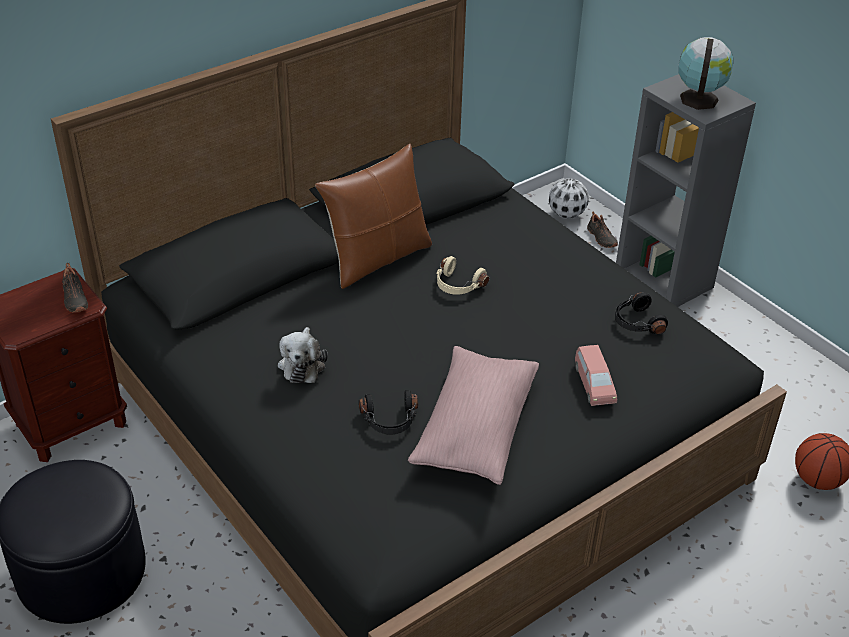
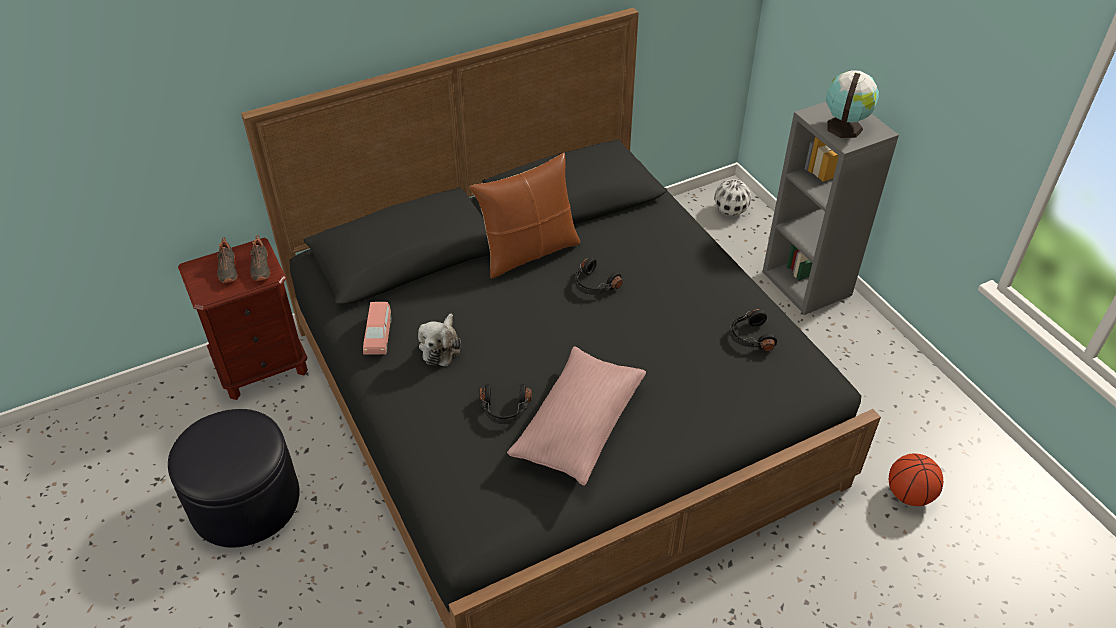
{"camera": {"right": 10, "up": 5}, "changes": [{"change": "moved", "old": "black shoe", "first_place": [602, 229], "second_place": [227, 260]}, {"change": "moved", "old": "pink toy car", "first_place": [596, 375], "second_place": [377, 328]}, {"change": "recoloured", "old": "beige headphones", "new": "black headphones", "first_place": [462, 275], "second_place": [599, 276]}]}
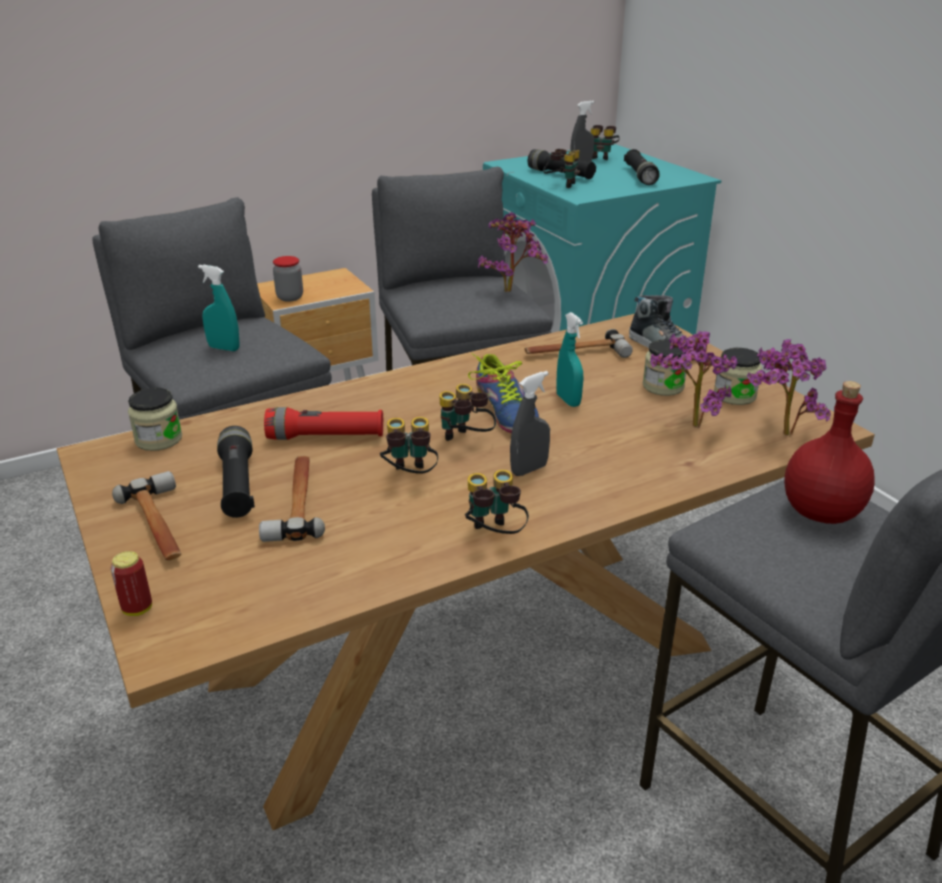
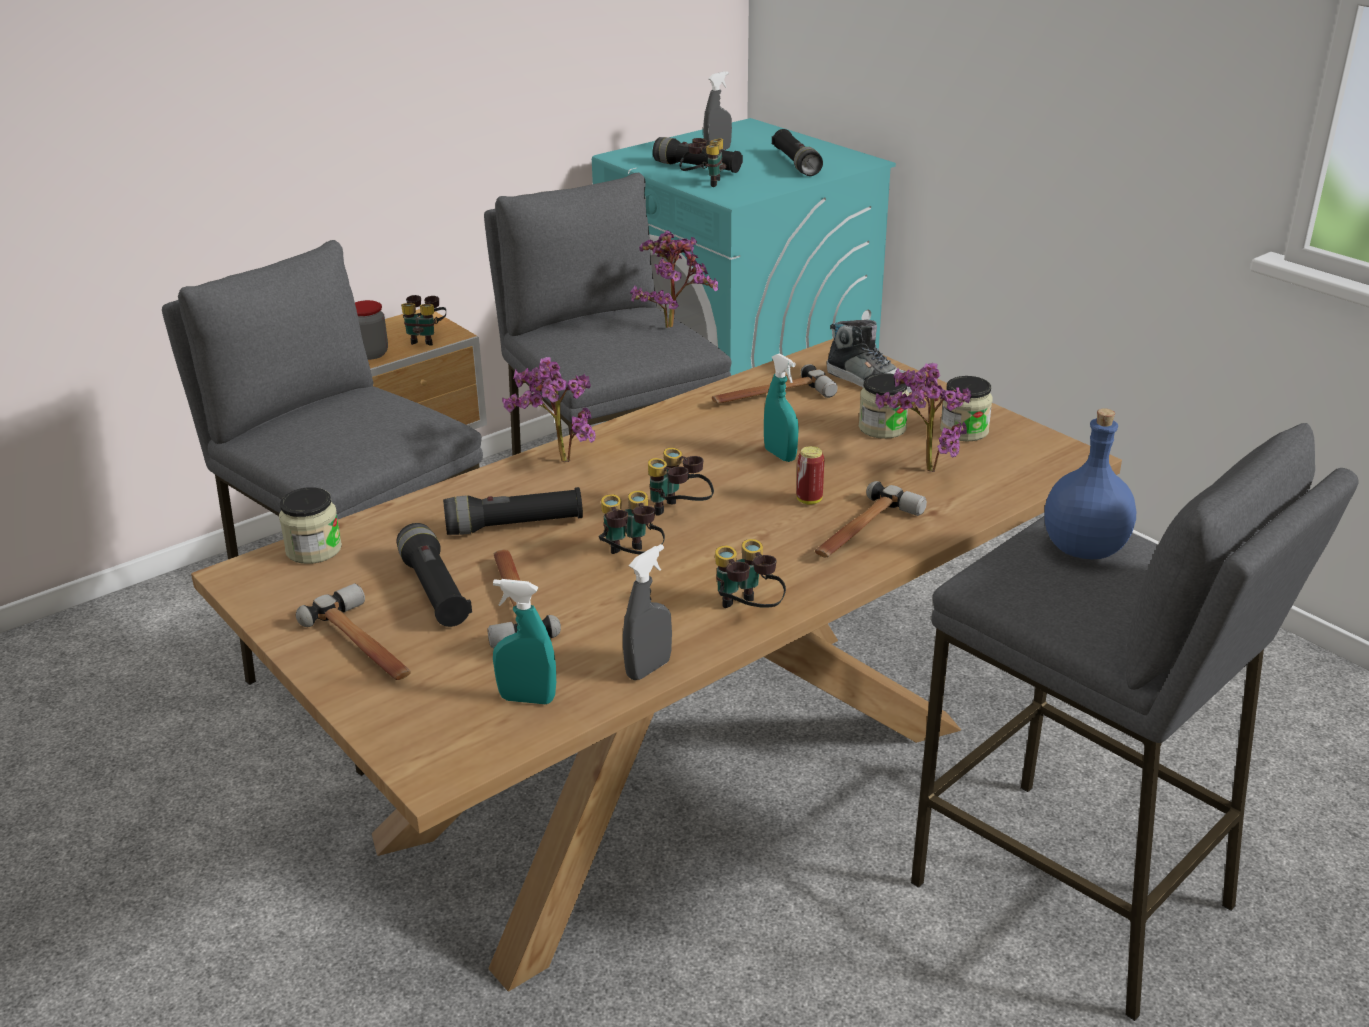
{"camera": {"right": -10, "up": 0}, "changes": [{"change": "moved", "old": "binoculars", "first_place": [605, 142], "second_place": [423, 320]}, {"change": "recoloured", "old": "red flashlight", "new": "black flashlight", "first_place": [323, 423], "second_place": [513, 511]}, {"change": "moved", "old": "turquoise spray bottle", "first_place": [219, 308], "second_place": [524, 641]}, {"change": "moved", "old": "potted plant", "first_place": [789, 387], "second_place": [549, 409]}, {"change": "moved", "old": "grey spray bottle", "first_place": [530, 423], "second_place": [647, 612]}, {"change": "moved", "old": "can", "first_place": [131, 583], "second_place": [811, 475]}, {"change": "added", "new": "hammer", "second_place": [871, 519]}, {"change": "recoloured", "old": "red bottle", "new": "blue bottle", "first_place": [829, 452], "second_place": [1090, 483]}, {"change": "removed", "old": "shoe", "first_place": [503, 393]}]}
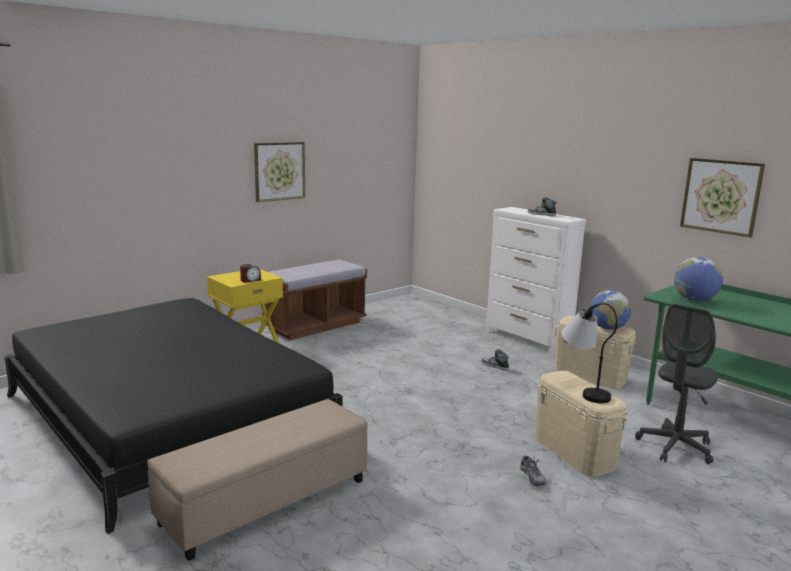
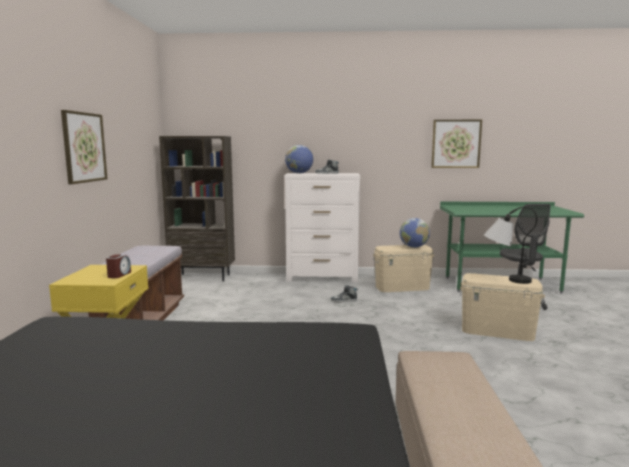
{"camera": {"right": -45, "up": -5}, "changes": [{"change": "added", "new": "brown bookcase", "second_place": [197, 209]}, {"change": "moved", "old": "globe", "first_place": [698, 279], "second_place": [299, 159]}, {"change": "removed", "old": "shoe", "first_place": [533, 470]}]}
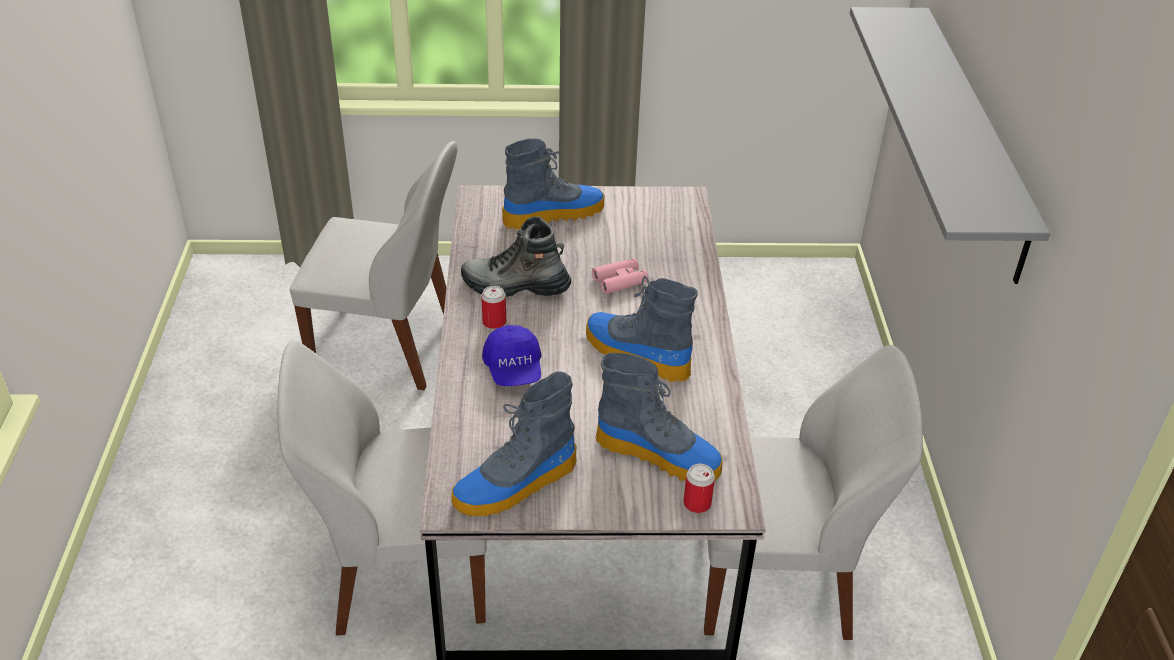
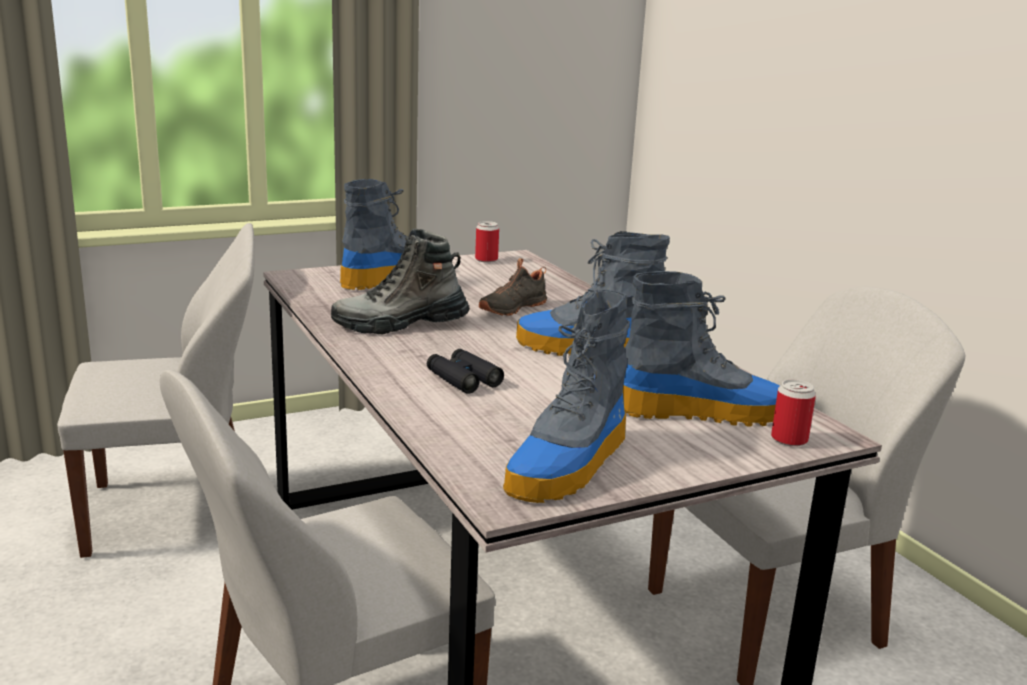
{"camera": {"right": -25, "up": -20}, "changes": [{"change": "replaced", "old": "blue cap", "new": "black binoculars", "first_place": [512, 355], "second_place": [465, 371]}, {"change": "moved", "old": "can", "first_place": [493, 307], "second_place": [487, 242]}, {"change": "replaced", "old": "pink binoculars", "new": "black shoe", "first_place": [620, 276], "second_place": [513, 287]}, {"change": "removed", "old": "grey shelf", "first_place": [950, 145]}]}
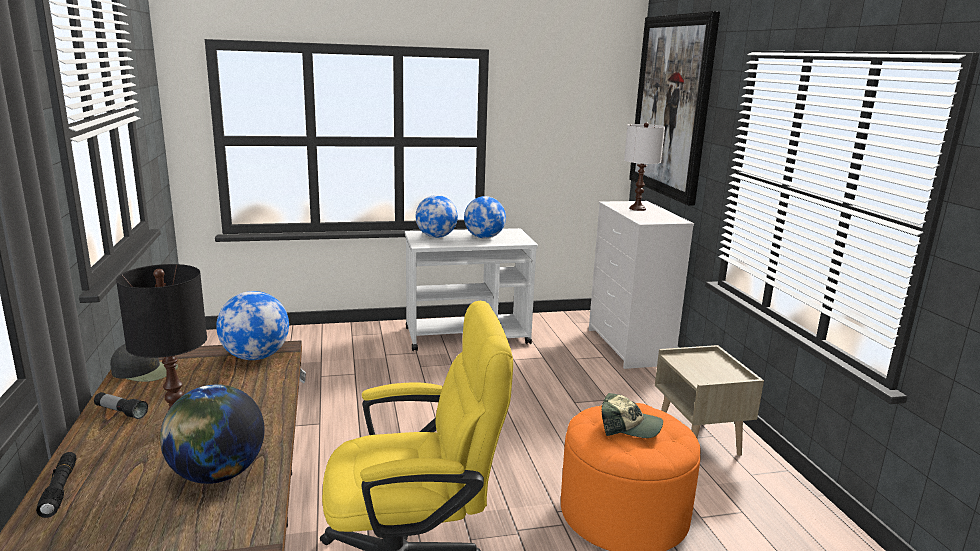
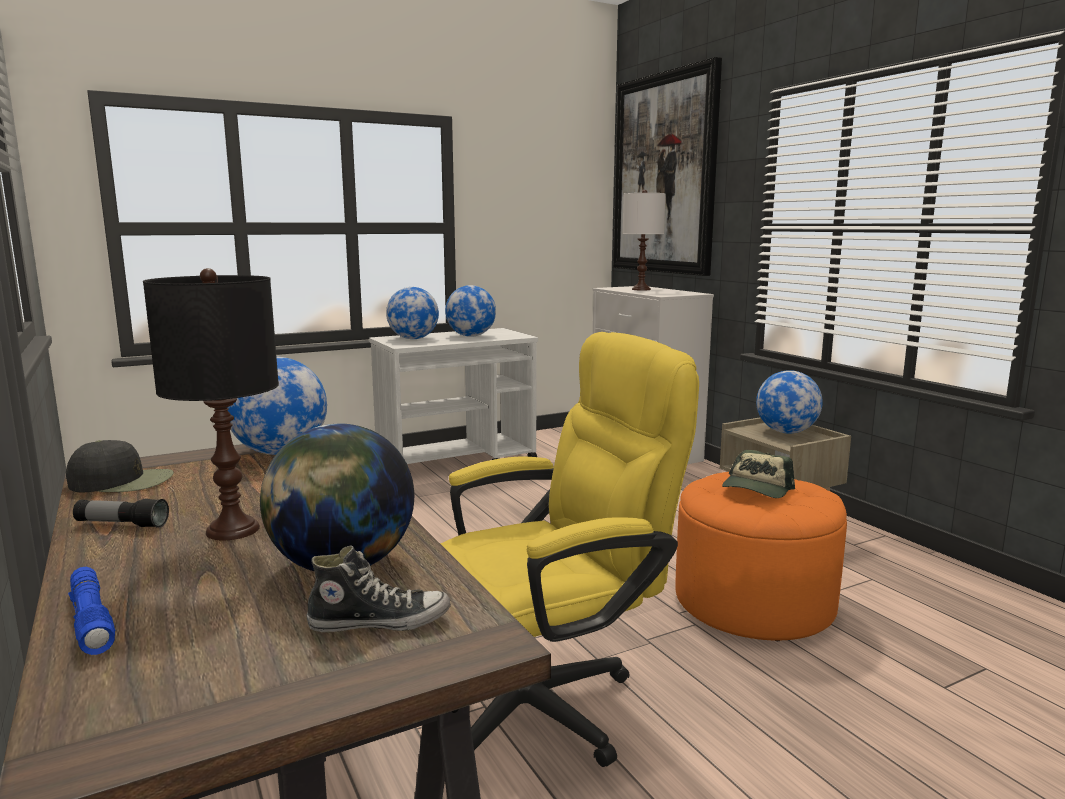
{"camera": {"right": -15, "up": -5}, "changes": [{"change": "recoloured", "old": "black flashlight", "new": "blue flashlight", "first_place": [56, 485], "second_place": [91, 611]}, {"change": "added", "new": "shoe", "second_place": [379, 588]}, {"change": "turned", "old": "cap", "first_place": [632, 415], "second_place": [758, 474], "degrees": 120}, {"change": "added", "new": "globe", "second_place": [789, 401]}]}
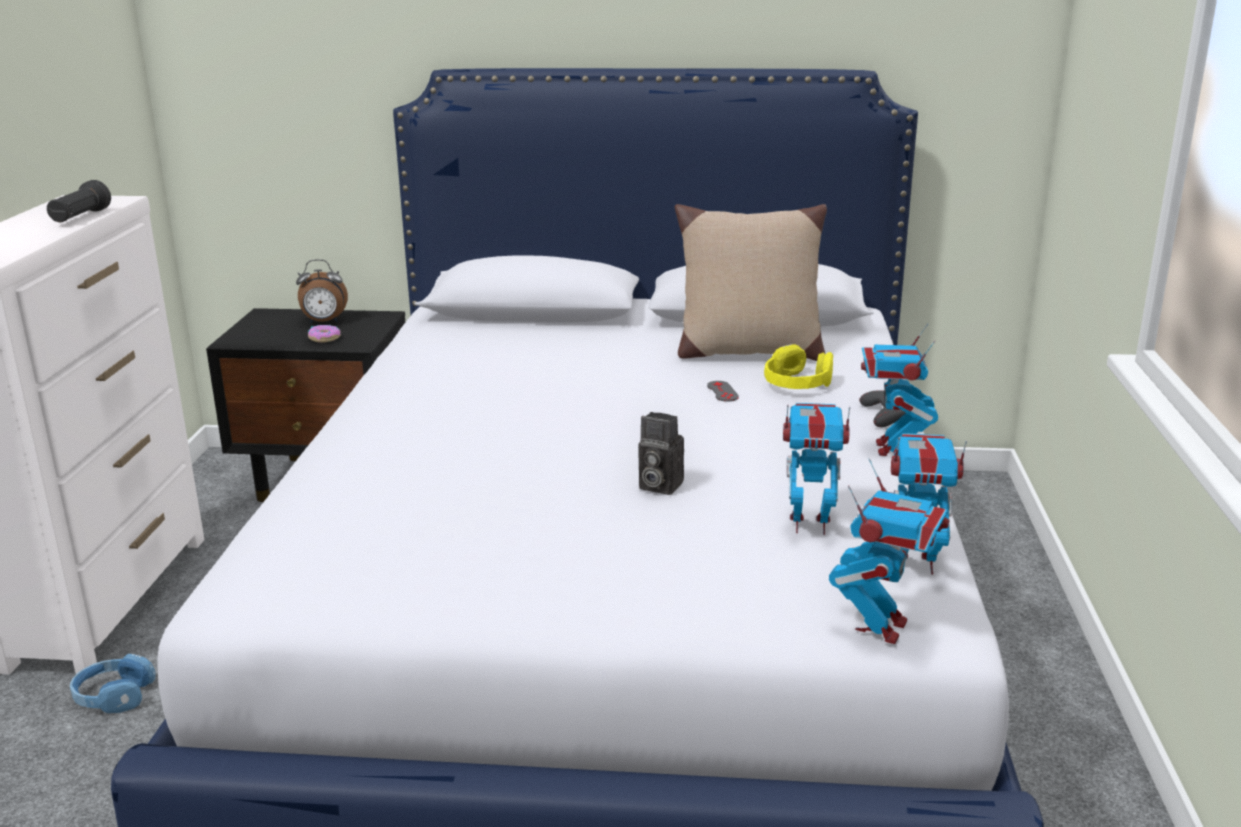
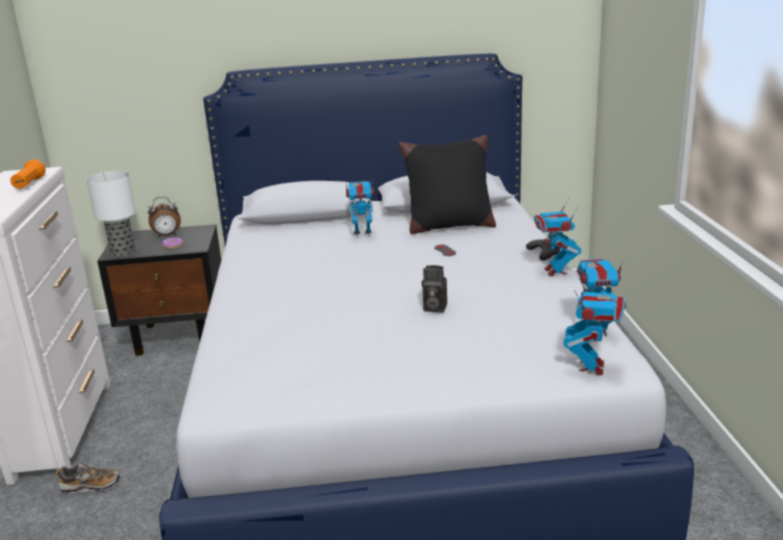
{"camera": {"right": -10, "up": 0}, "changes": [{"change": "recoloured", "old": "black flashlight", "new": "orange flashlight", "first_place": [79, 201], "second_place": [27, 174]}, {"change": "replaced", "old": "blue headphones", "new": "shoe", "first_place": [112, 683], "second_place": [87, 478]}, {"change": "added", "new": "table lamp", "second_place": [111, 214]}, {"change": "moved", "old": "toy robot", "first_place": [816, 469], "second_place": [360, 209]}, {"change": "recoloured", "old": "beige pillow", "new": "black pillow", "first_place": [751, 282], "second_place": [447, 184]}, {"change": "removed", "old": "yellow headphones", "first_place": [798, 366]}]}
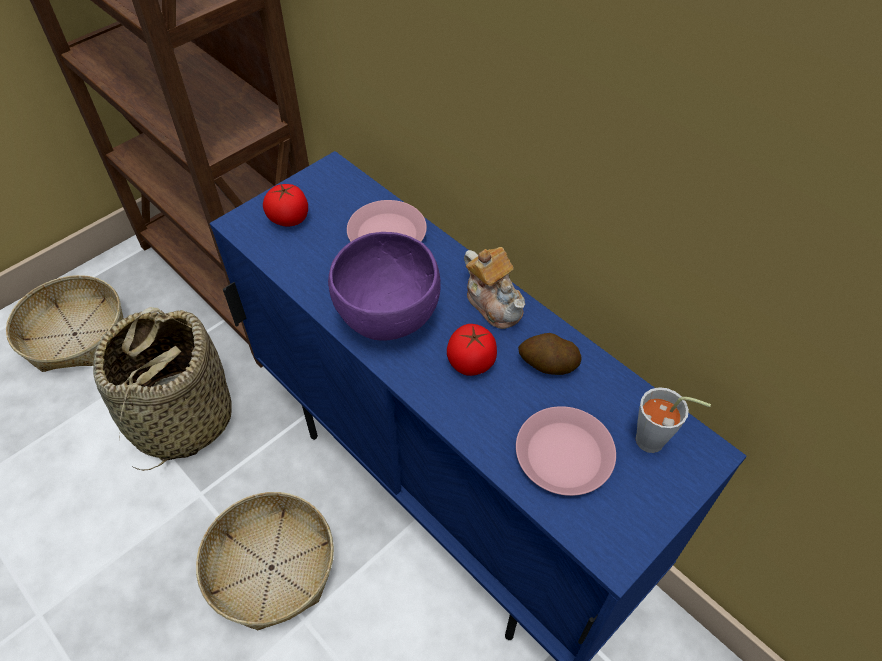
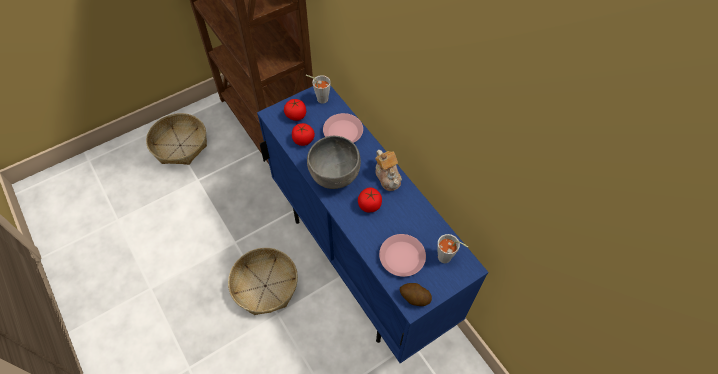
{"camera": {"right": 10, "up": 5}, "changes": [{"change": "added", "new": "tomato", "second_place": [303, 134]}, {"change": "added", "new": "grey cup", "second_place": [318, 89]}, {"change": "recoloured", "old": "purple bowl", "new": "grey bowl", "first_place": [384, 286], "second_place": [334, 162]}, {"change": "moved", "old": "potato", "first_place": [550, 354], "second_place": [416, 294]}, {"change": "removed", "old": "basket", "first_place": [162, 389]}]}
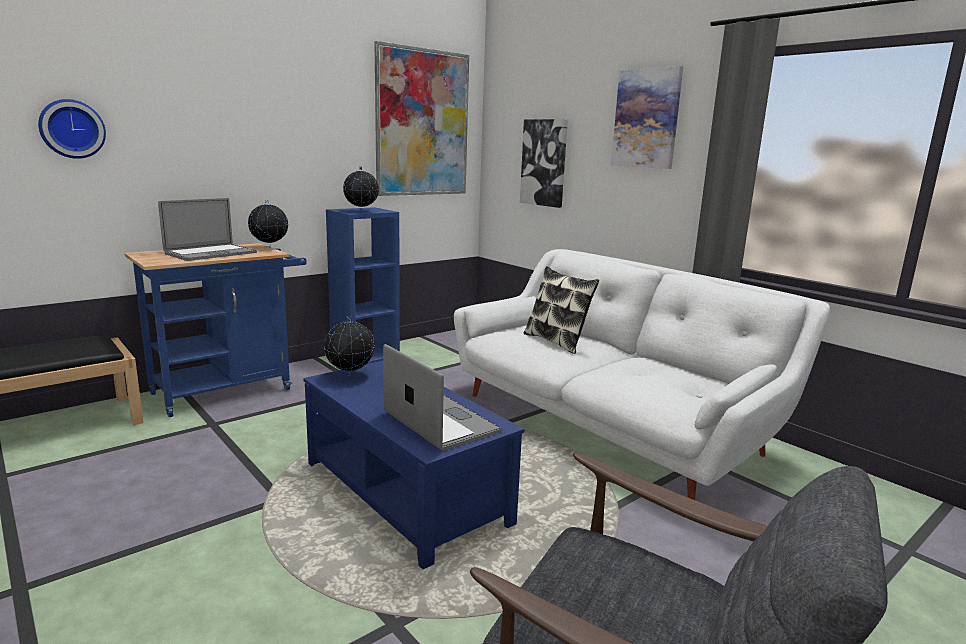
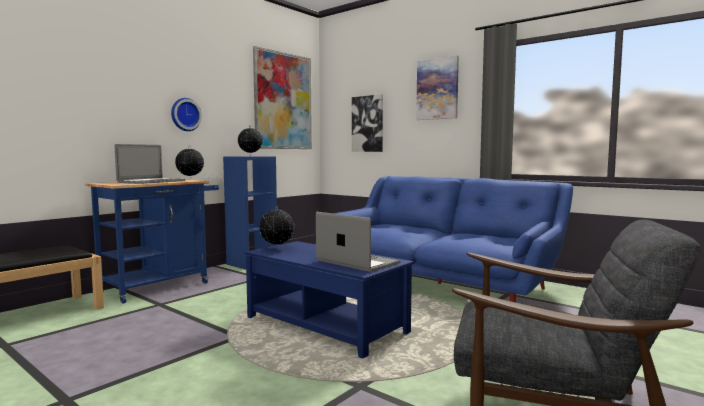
{"camera": {"right": -10, "up": -10}, "changes": [{"change": "moved", "old": "wall clock", "first_place": [72, 129], "second_place": [186, 114]}, {"change": "recoloured", "old": "white sofa", "new": "blue sofa", "first_place": [642, 374], "second_place": [453, 239]}, {"change": "removed", "old": "pillow", "first_place": [561, 310]}]}
